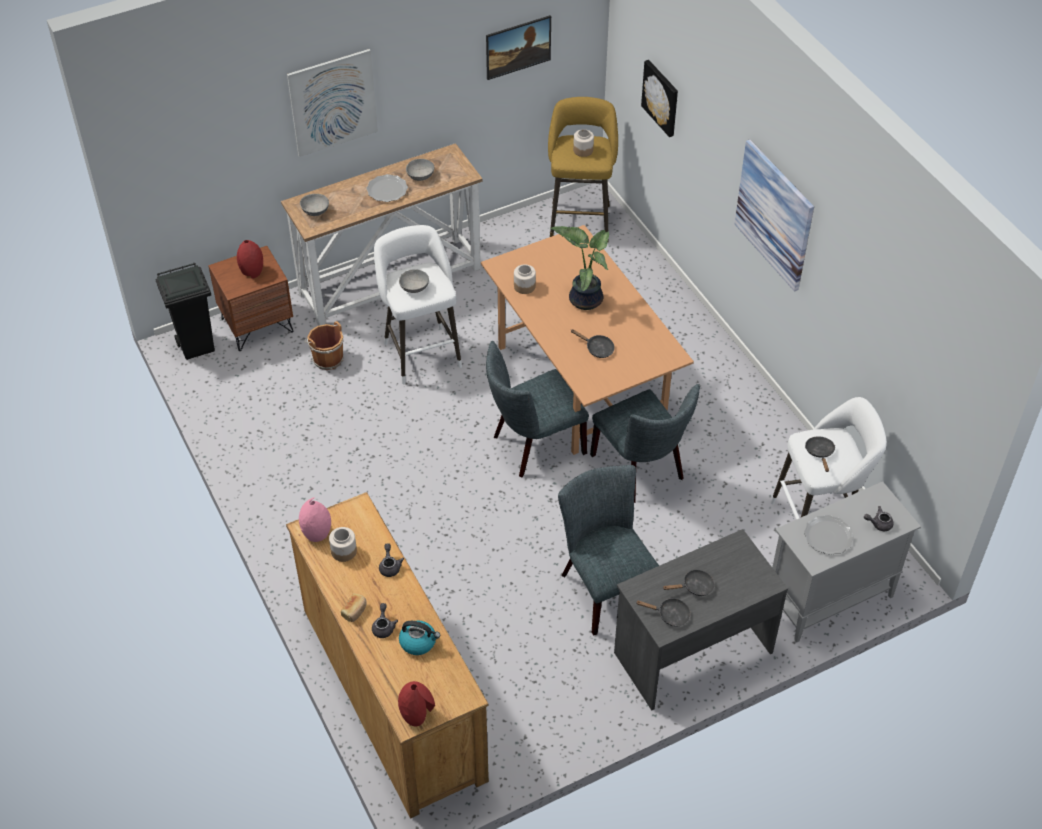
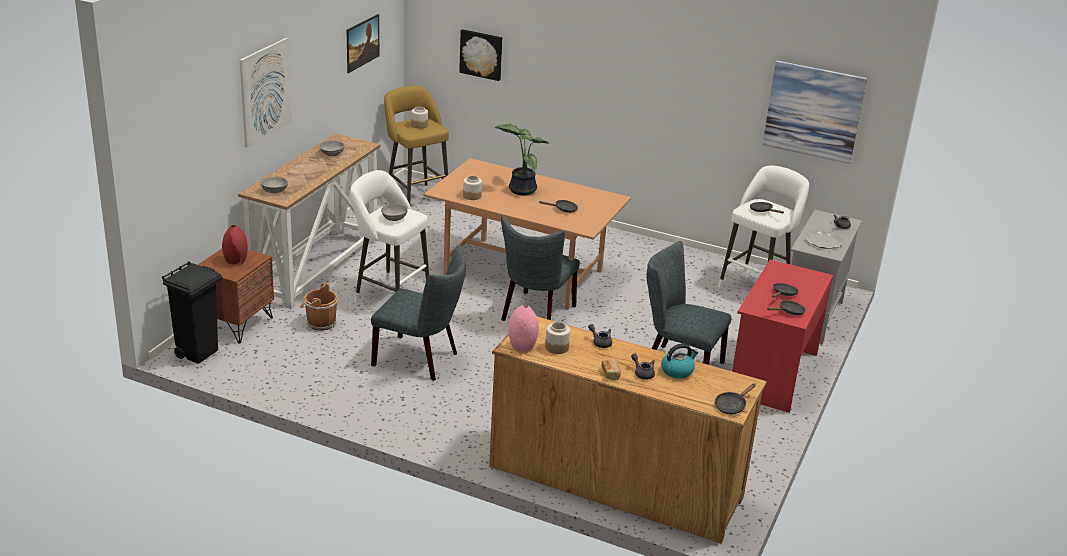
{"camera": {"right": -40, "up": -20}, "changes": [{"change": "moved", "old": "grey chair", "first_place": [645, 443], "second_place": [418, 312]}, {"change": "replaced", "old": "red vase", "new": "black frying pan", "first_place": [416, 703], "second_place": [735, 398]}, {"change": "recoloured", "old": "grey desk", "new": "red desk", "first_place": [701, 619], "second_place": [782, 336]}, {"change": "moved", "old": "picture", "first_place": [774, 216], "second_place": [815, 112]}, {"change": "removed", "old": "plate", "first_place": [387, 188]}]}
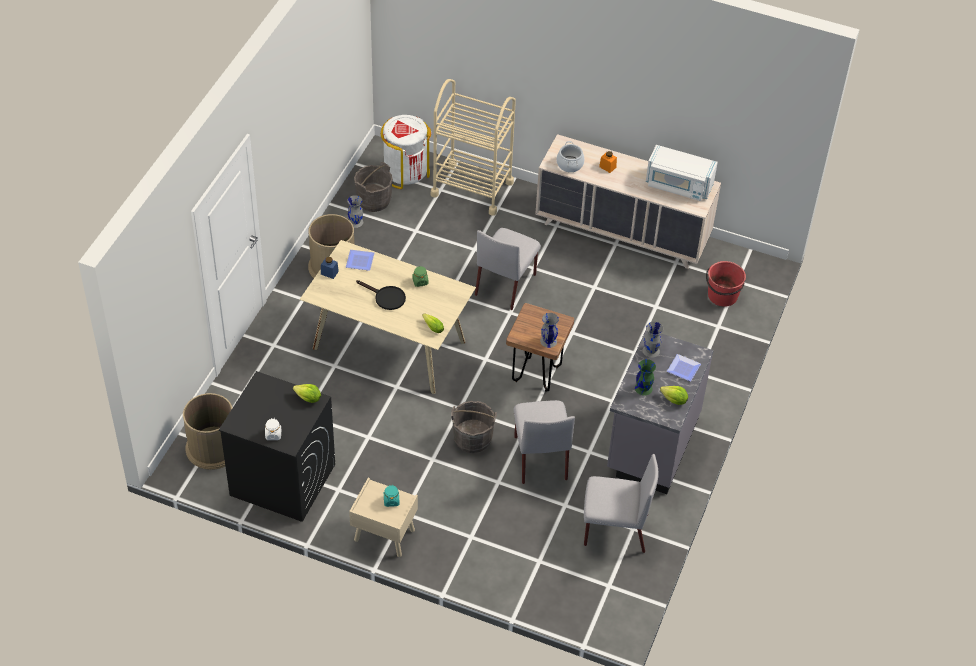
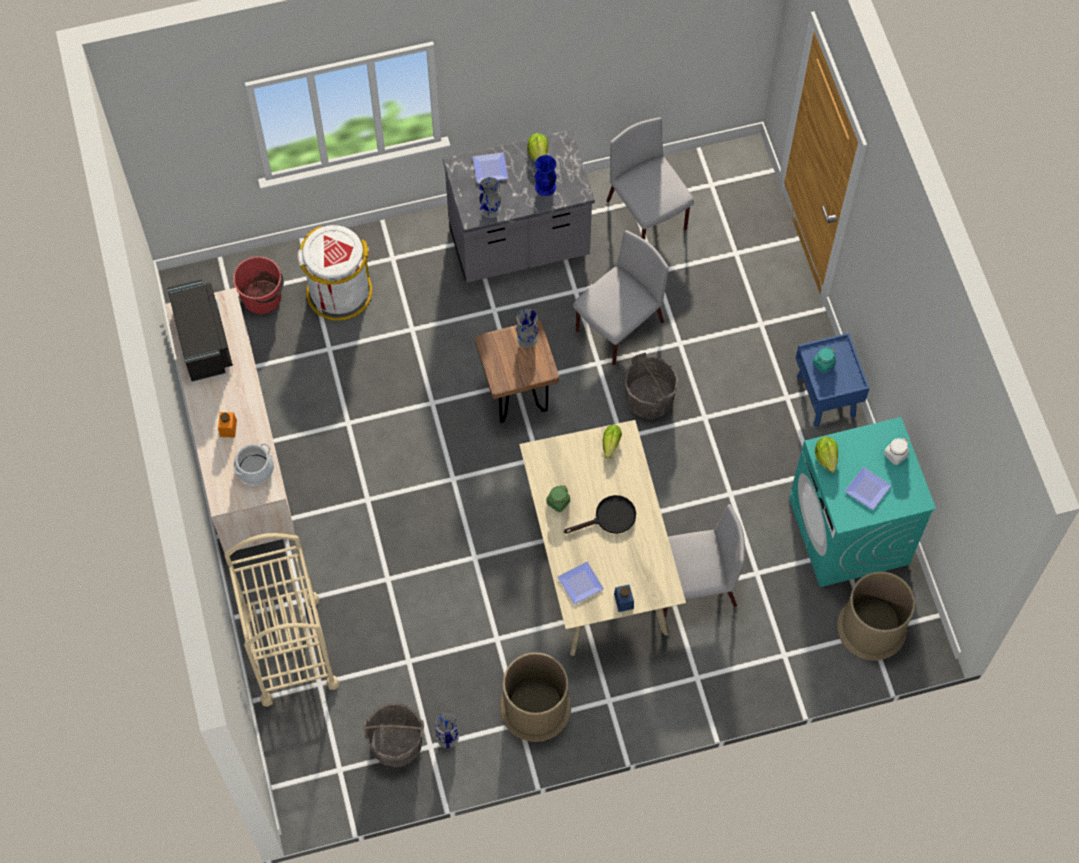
{"camera": {"right": -125, "up": 15}, "changes": [{"change": "recoloured", "old": "white microwave", "new": "black microwave", "first_place": [682, 173], "second_place": [200, 330]}, {"change": "moved", "old": "white trash can", "first_place": [406, 152], "second_place": [334, 273]}, {"change": "recoloured", "old": "green vase", "new": "blue vase", "first_place": [645, 377], "second_place": [546, 175]}, {"change": "turned", "old": "black frying pan", "first_place": [381, 295], "second_place": [600, 514], "degrees": 75}, {"change": "moved", "old": "grey chair", "first_place": [508, 269], "second_place": [704, 561]}, {"change": "recoloured", "old": "black washing machine", "new": "turquoise washing machine", "first_place": [277, 446], "second_place": [862, 502]}, {"change": "recoloured", "old": "beige nightstand", "new": "blue nightstand", "first_place": [383, 517], "second_place": [833, 380]}, {"change": "added", "new": "plate", "second_place": [868, 488]}]}
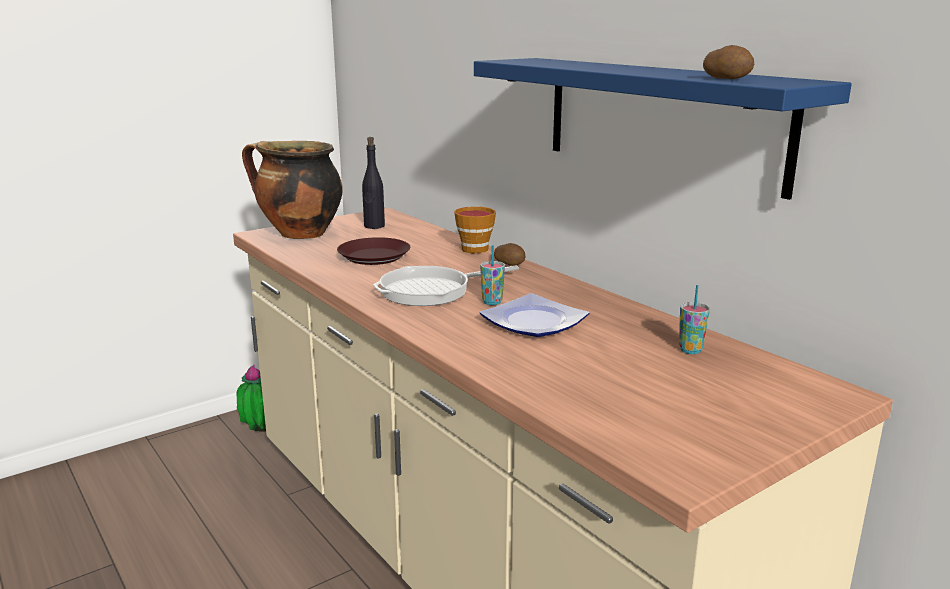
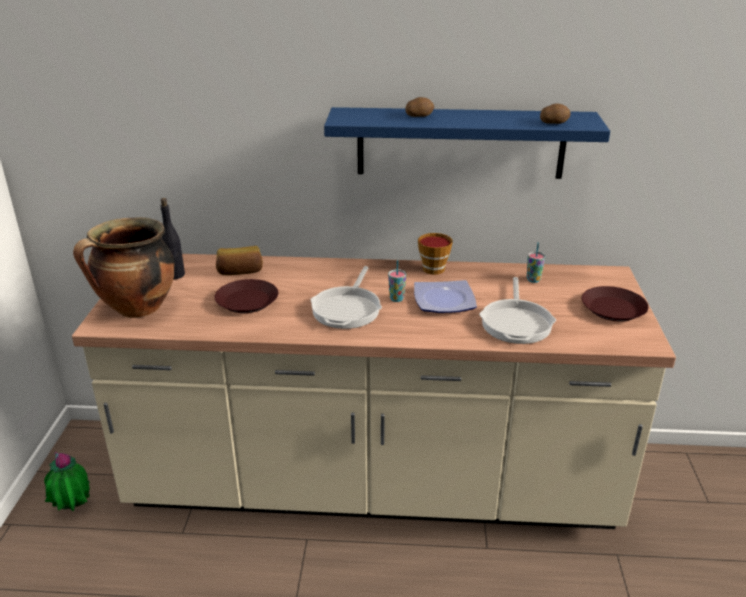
{"camera": {"right": -50, "up": 10}, "changes": [{"change": "added", "new": "bread", "second_place": [239, 260]}, {"change": "moved", "old": "potato", "first_place": [509, 254], "second_place": [420, 107]}, {"change": "moved", "old": "cup", "first_place": [475, 229], "second_place": [435, 254]}, {"change": "added", "new": "frying pan", "second_place": [517, 310]}, {"change": "added", "new": "brown plate", "second_place": [615, 303]}]}
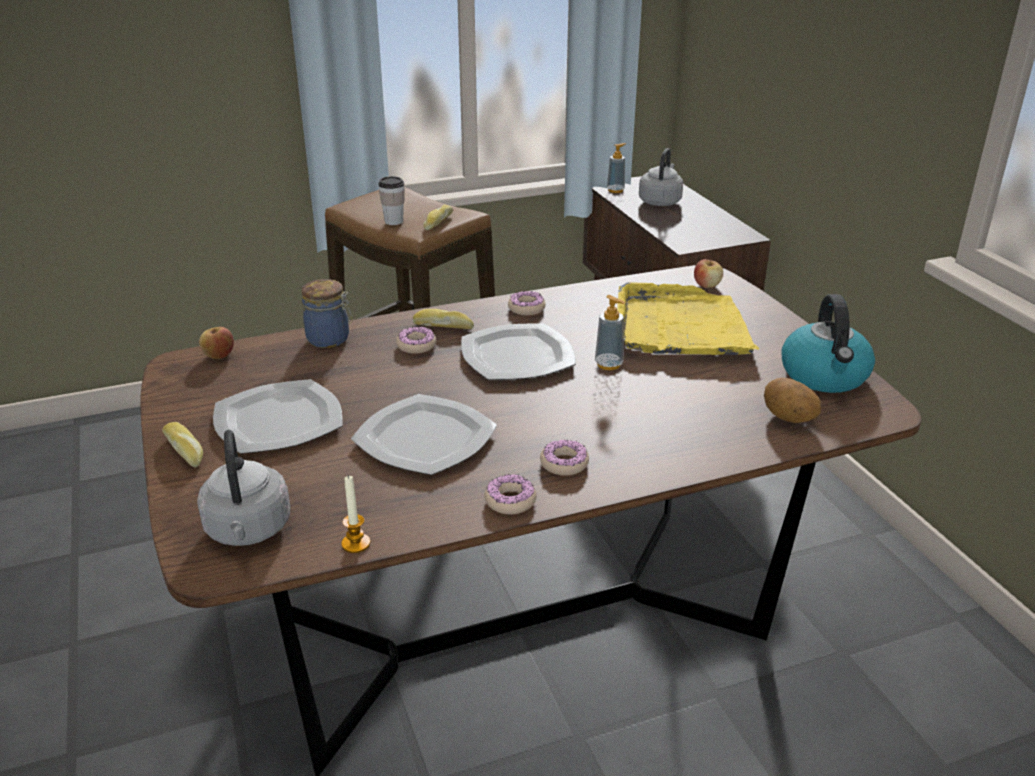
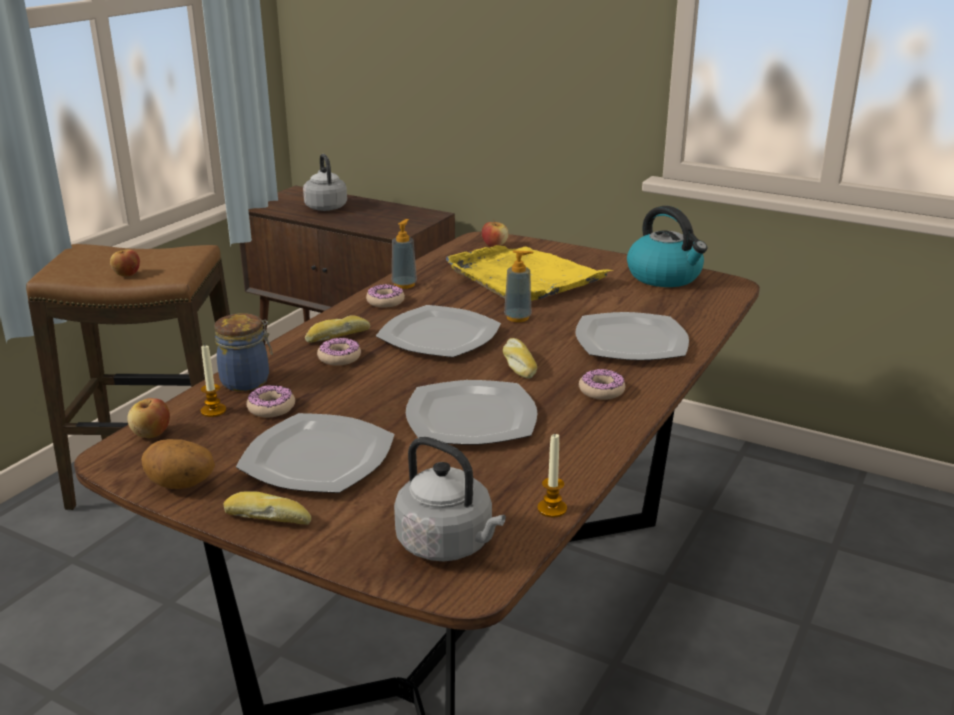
{"camera": {"right": -40, "up": -5}, "changes": [{"change": "replaced", "old": "cup", "new": "apple", "first_place": [391, 200], "second_place": [125, 262]}, {"change": "moved", "old": "potato", "first_place": [792, 400], "second_place": [178, 464]}, {"change": "added", "new": "candle", "second_place": [213, 380]}, {"change": "moved", "old": "donut", "first_place": [510, 494], "second_place": [270, 401]}, {"change": "moved", "old": "soap dispenser", "first_place": [616, 168], "second_place": [404, 254]}, {"change": "moved", "old": "bread", "first_place": [438, 217], "second_place": [520, 358]}, {"change": "added", "new": "plate", "second_place": [632, 336]}]}
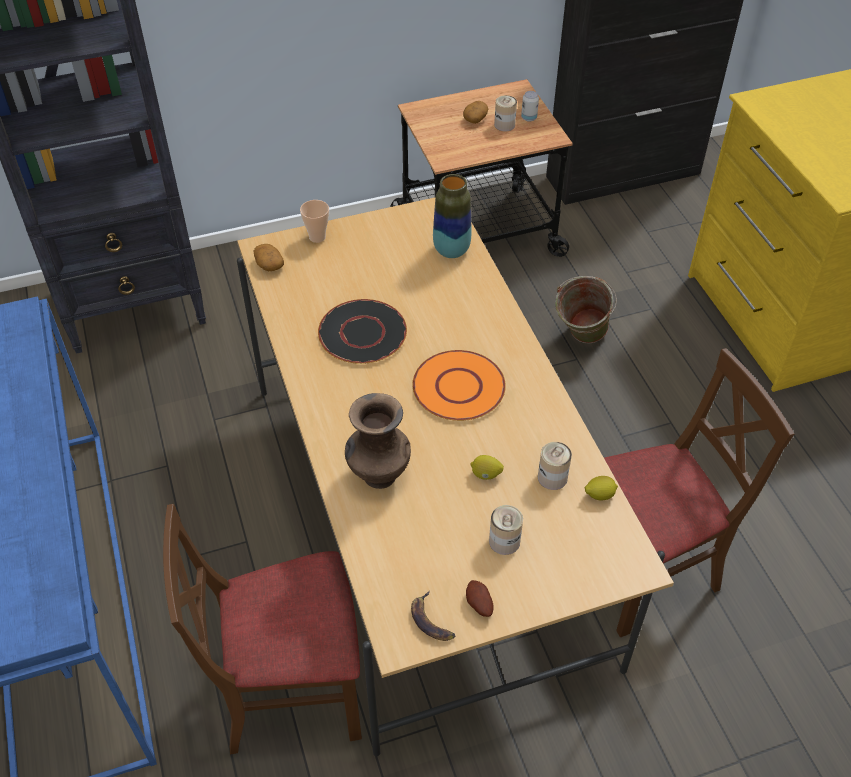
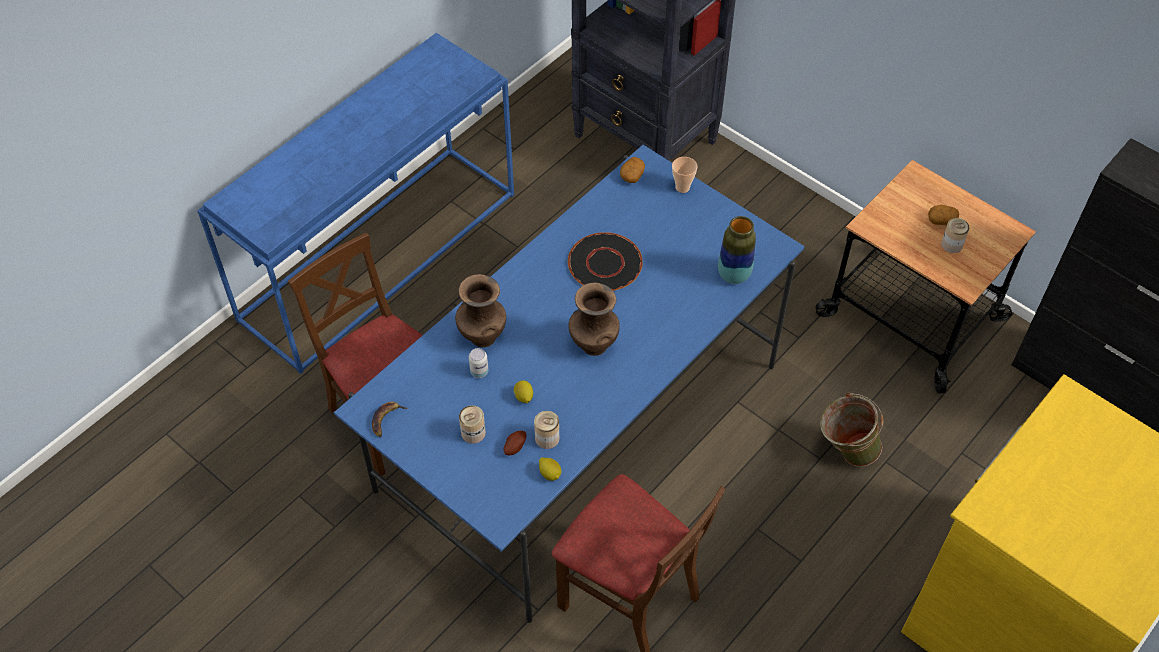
{"camera": {"right": 60, "up": 5}, "changes": [{"change": "recoloured", "old": "beige dining table", "new": "blue dining table", "first_place": [455, 476], "second_place": [569, 384]}, {"change": "moved", "old": "can", "first_place": [530, 106], "second_place": [478, 363]}, {"change": "moved", "old": "potato", "first_place": [480, 598], "second_place": [515, 443]}, {"change": "replaced", "old": "orange plate", "new": "brown vase", "first_place": [459, 385], "second_place": [594, 319]}]}
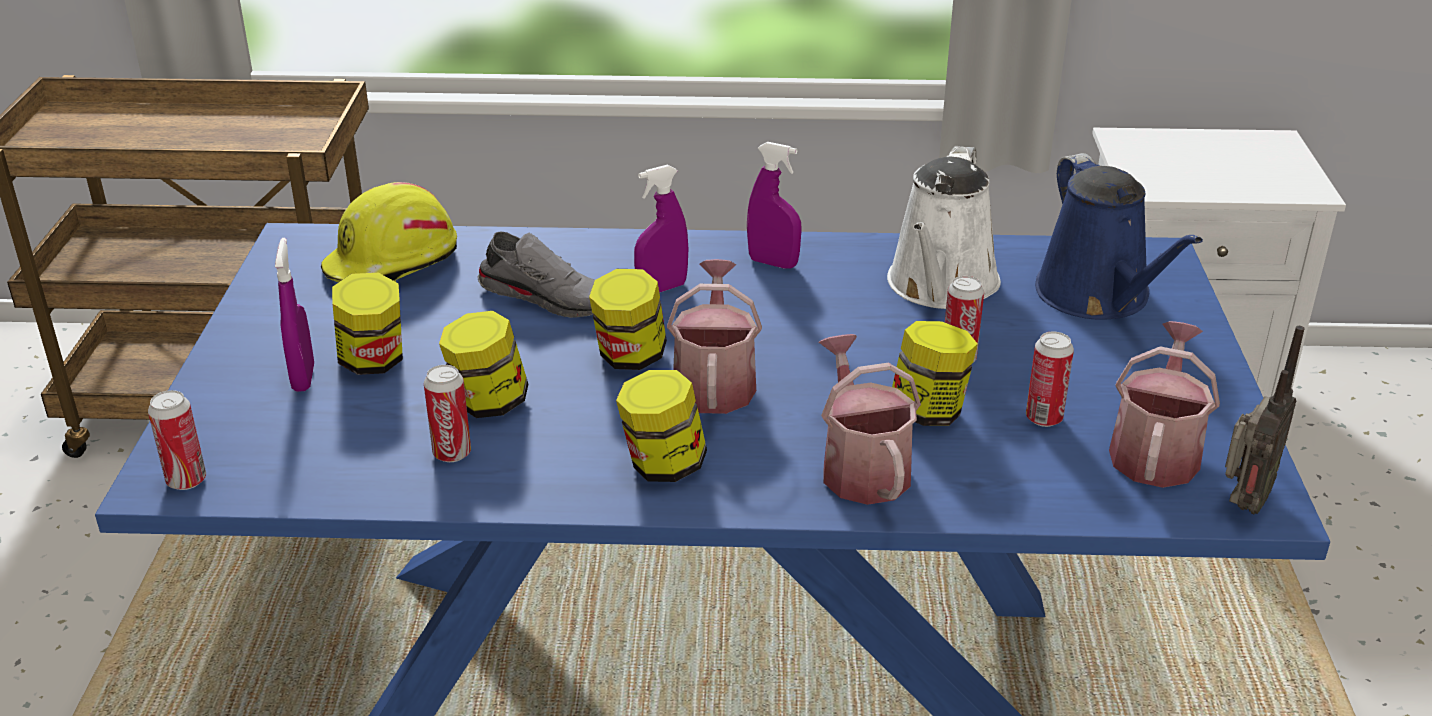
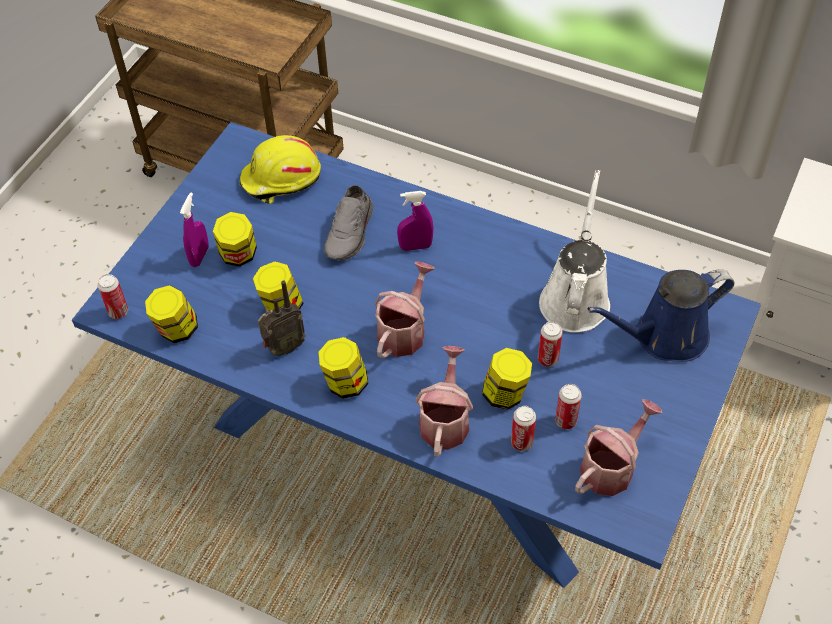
{"camera": {"right": 25, "up": 20}, "changes": [{"change": "moved", "old": "jar", "first_place": [628, 319], "second_place": [171, 314]}, {"change": "moved", "old": "radio", "first_place": [1265, 420], "second_place": [282, 318]}, {"change": "turned", "old": "grey shoe", "first_place": [536, 275], "second_place": [348, 223], "degrees": 60}, {"change": "moved", "old": "can", "first_place": [447, 413], "second_place": [523, 428]}, {"change": "turned", "old": "white watering can", "first_place": [944, 227], "second_place": [574, 251], "degrees": 150}, {"change": "turned", "old": "blue watering can", "first_place": [1119, 236], "second_place": [661, 316], "degrees": 60}, {"change": "removed", "old": "purple spray bottle", "first_place": [774, 205]}]}
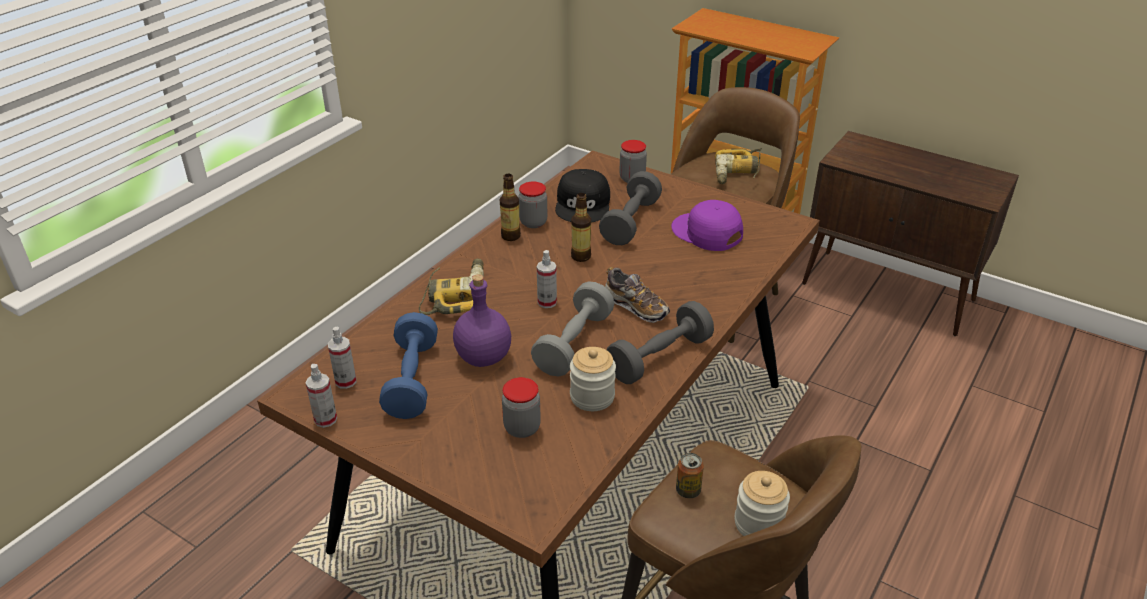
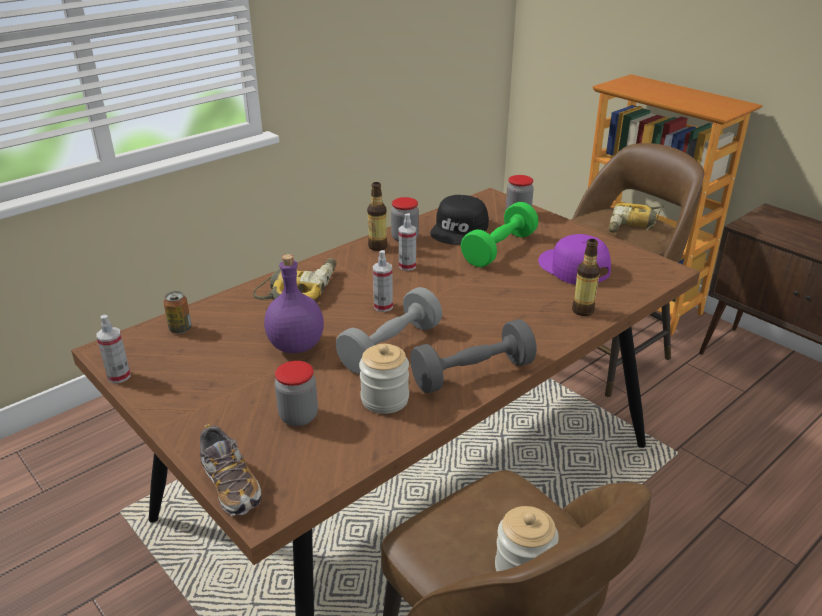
{"camera": {"right": 15, "up": -5}, "changes": [{"change": "moved", "old": "can", "first_place": [690, 475], "second_place": [177, 312]}, {"change": "moved", "old": "shoe", "first_place": [637, 295], "second_place": [231, 470]}, {"change": "moved", "old": "spray bottle", "first_place": [342, 357], "second_place": [407, 242]}, {"change": "recoloured", "old": "grey dumbbell", "new": "green dumbbell", "first_place": [630, 208], "second_place": [499, 235]}, {"change": "moved", "old": "bottle", "first_place": [581, 227], "second_place": [586, 277]}, {"change": "removed", "old": "blue dumbbell", "first_place": [408, 365]}]}
